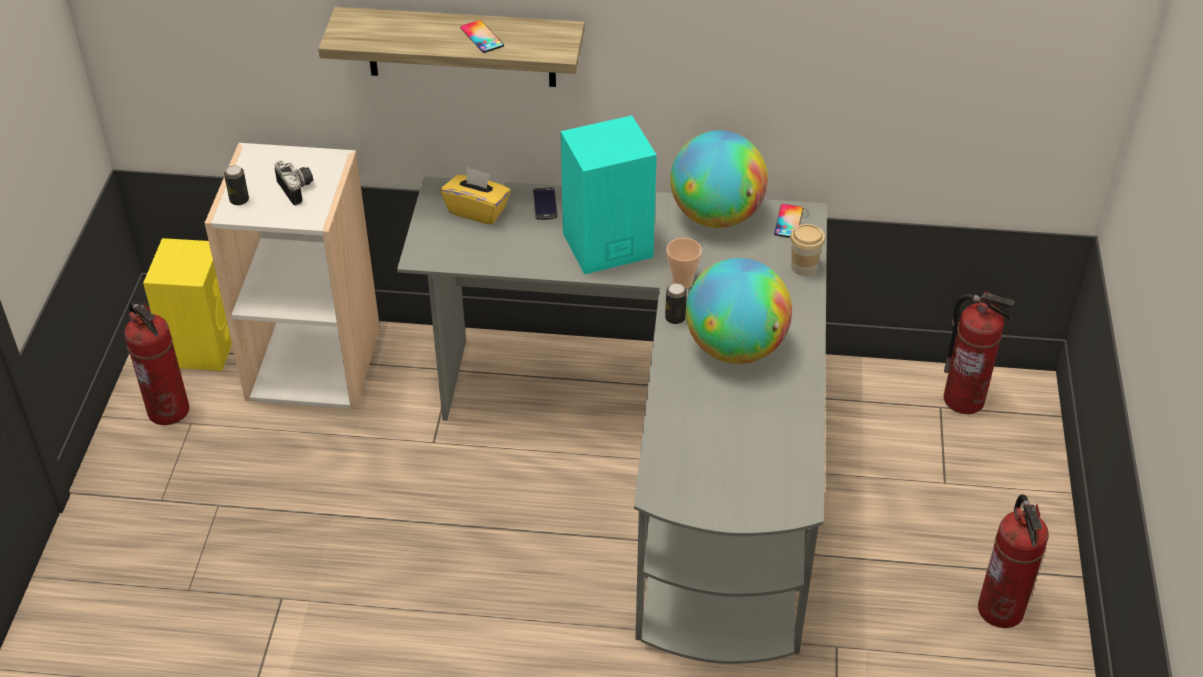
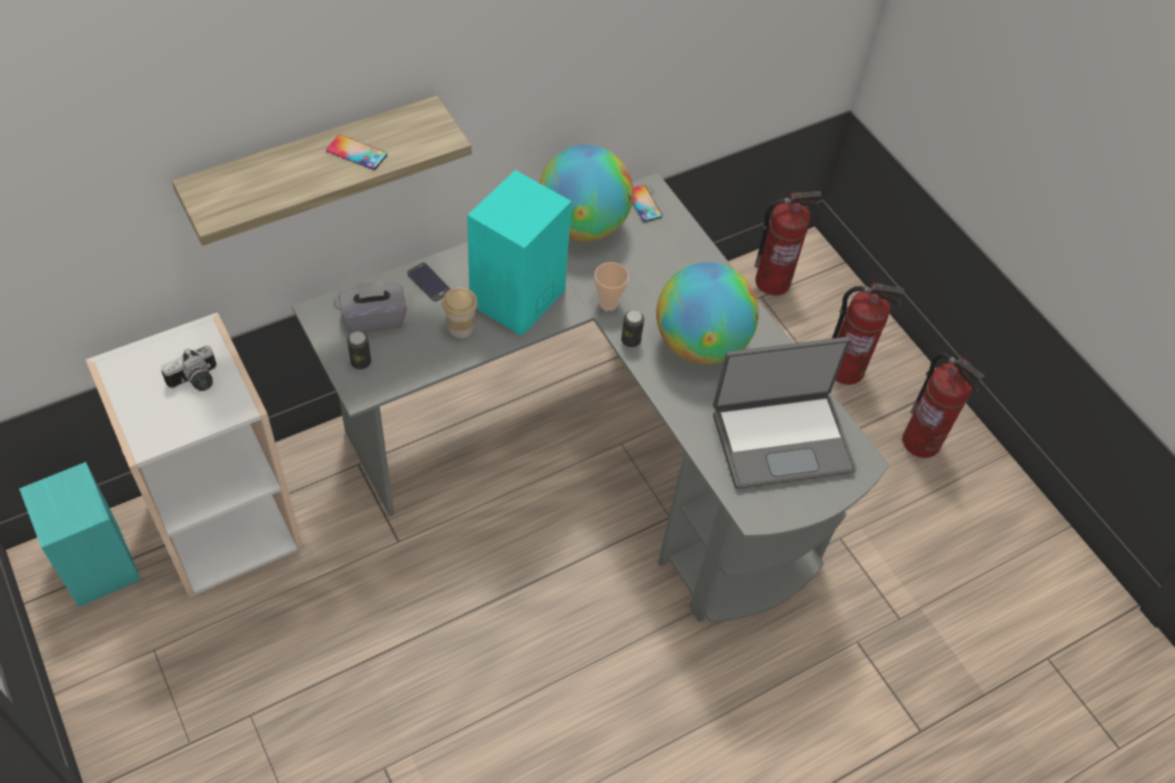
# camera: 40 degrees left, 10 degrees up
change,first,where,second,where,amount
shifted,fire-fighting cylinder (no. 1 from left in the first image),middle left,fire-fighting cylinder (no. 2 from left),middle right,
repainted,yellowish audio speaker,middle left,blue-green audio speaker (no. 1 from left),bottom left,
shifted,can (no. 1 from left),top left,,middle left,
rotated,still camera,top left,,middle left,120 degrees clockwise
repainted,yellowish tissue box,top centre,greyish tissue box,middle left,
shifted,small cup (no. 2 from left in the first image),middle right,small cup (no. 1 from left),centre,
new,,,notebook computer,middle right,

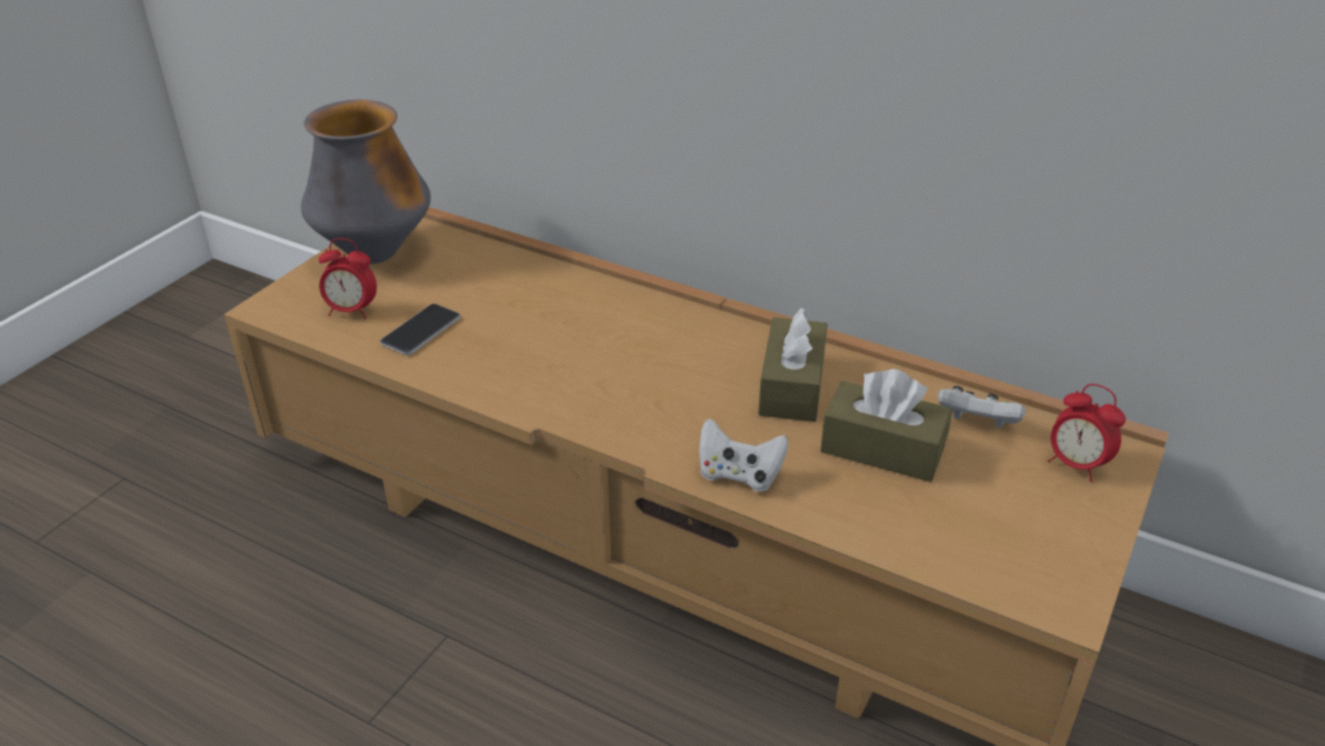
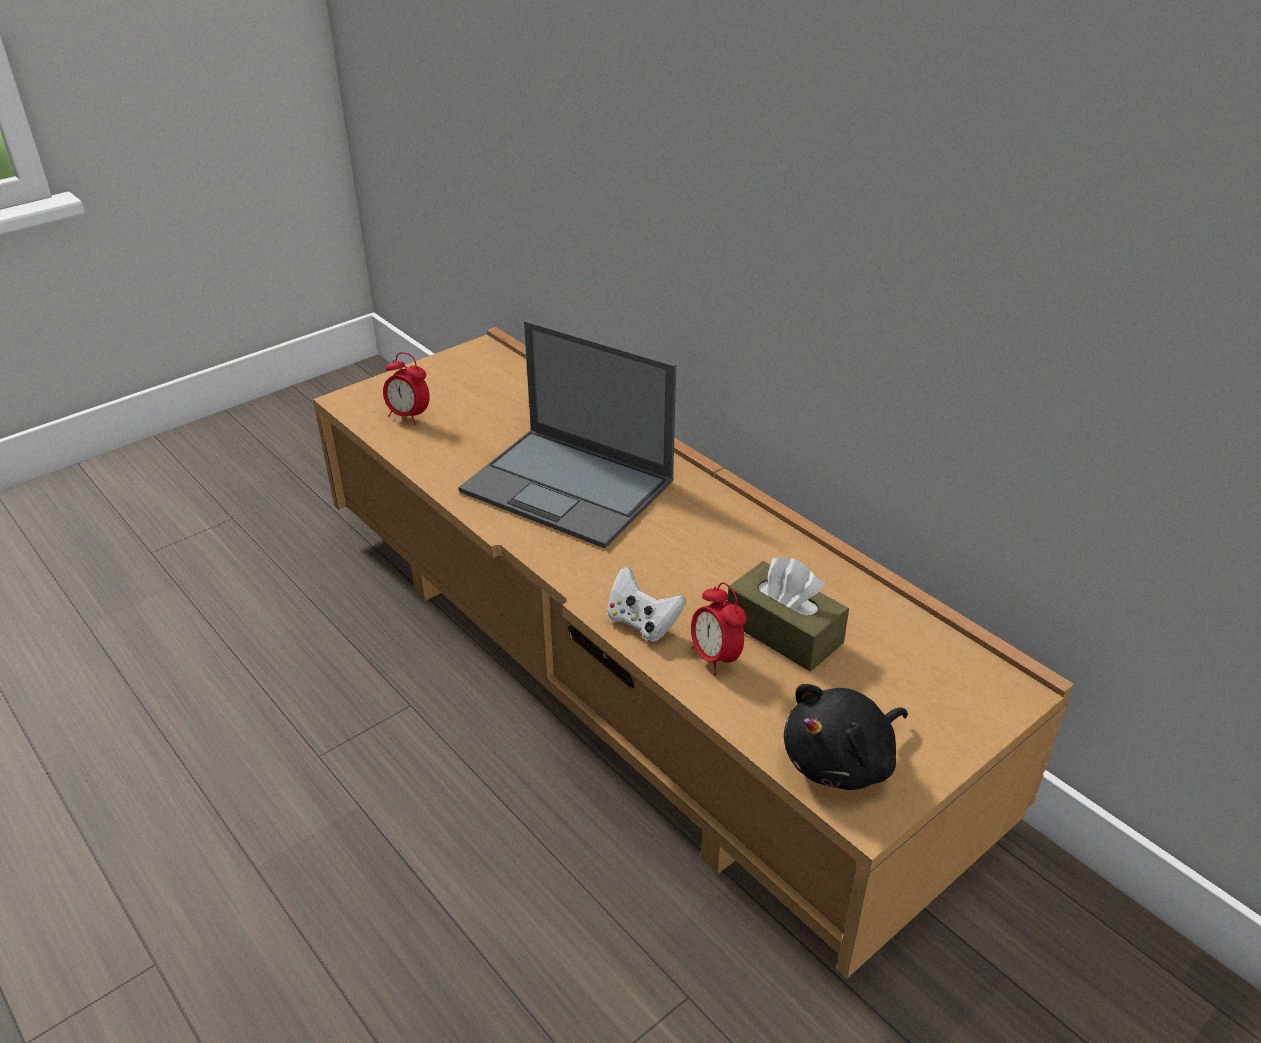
# camera: 20 degrees right, 0 degrees up
change,first,where,second,where,amount
gone,decorative vase,top left,,,
gone,telephone,middle left,,,
gone,brownish tissue box (no. 1 from left),centre,,,
gone,white-coloured game controller (no. 2 from left),middle right,,,
shifted,bedside clock (no. 2 from left),middle right,,centre,
new,,,notebook computer,centre,
new,,,black cuddly toy,bottom right,

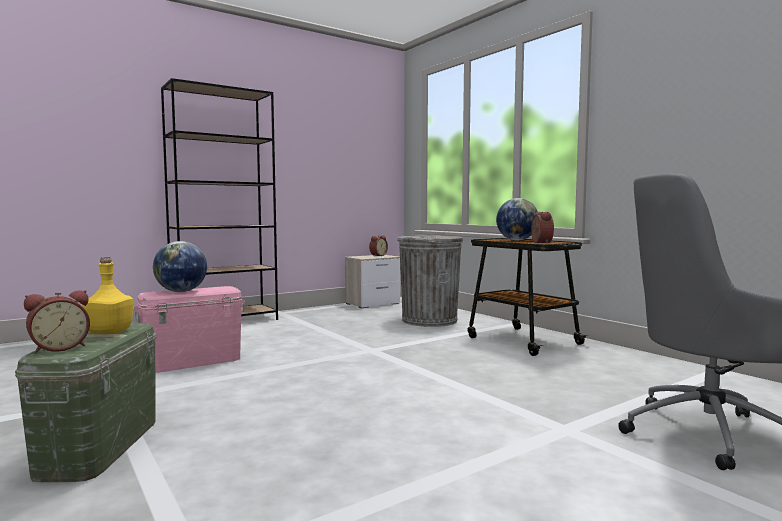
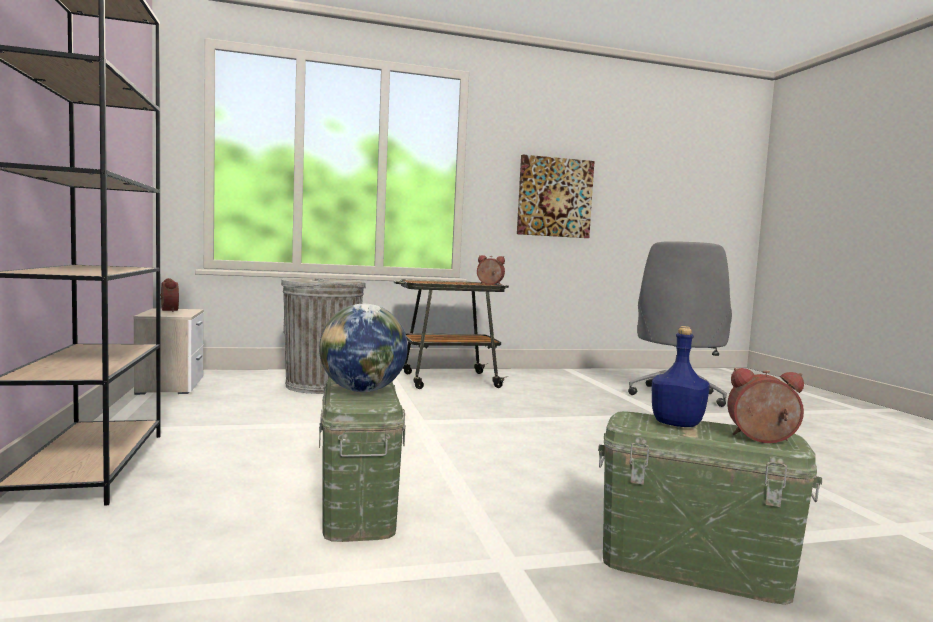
# camera: 70 degrees left, 0 degrees up
change,first,where,second,where,amount
rotated,bedside clock (no. 1 from left in the first image),middle left,bedside clock (no. 3 from left),middle right,60 degrees counterclockwise
repainted,yellowish drink bottle,middle left,blue drink bottle,middle right,
repainted,pink-coloured storage container,middle left,green storage container (no. 1 from left),bottom centre,
gone,desk globe (no. 2 from left),centre,,,
new,,,picture,top centre,

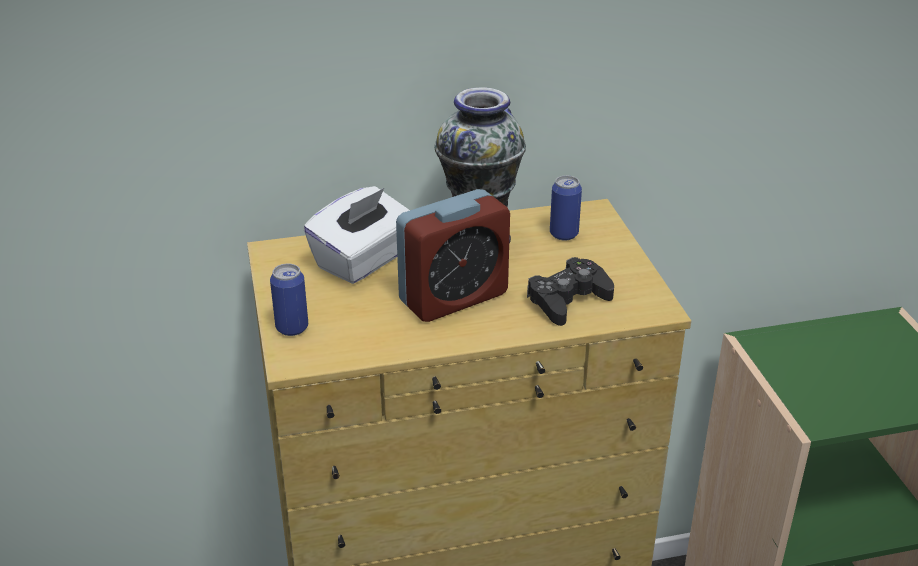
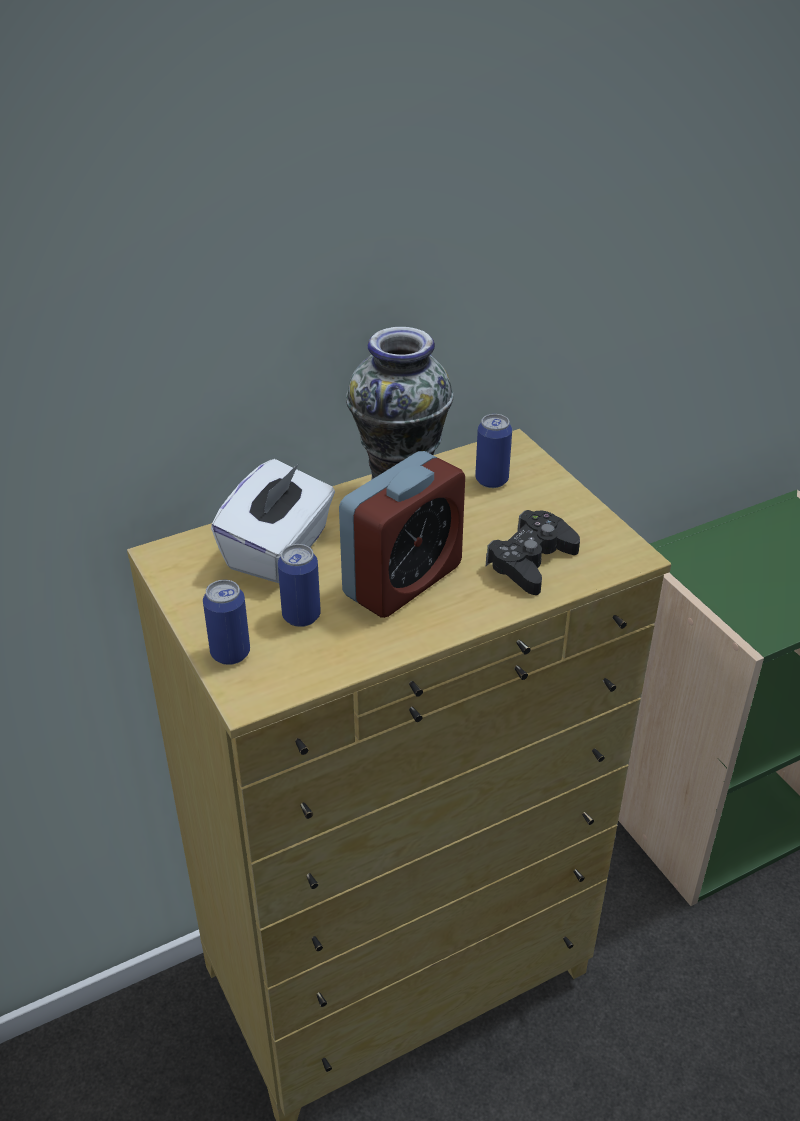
# camera: 15 degrees left, 5 degrees up
change,first,where,second,where,amount
new,,,can (no. 2 from left),centre,

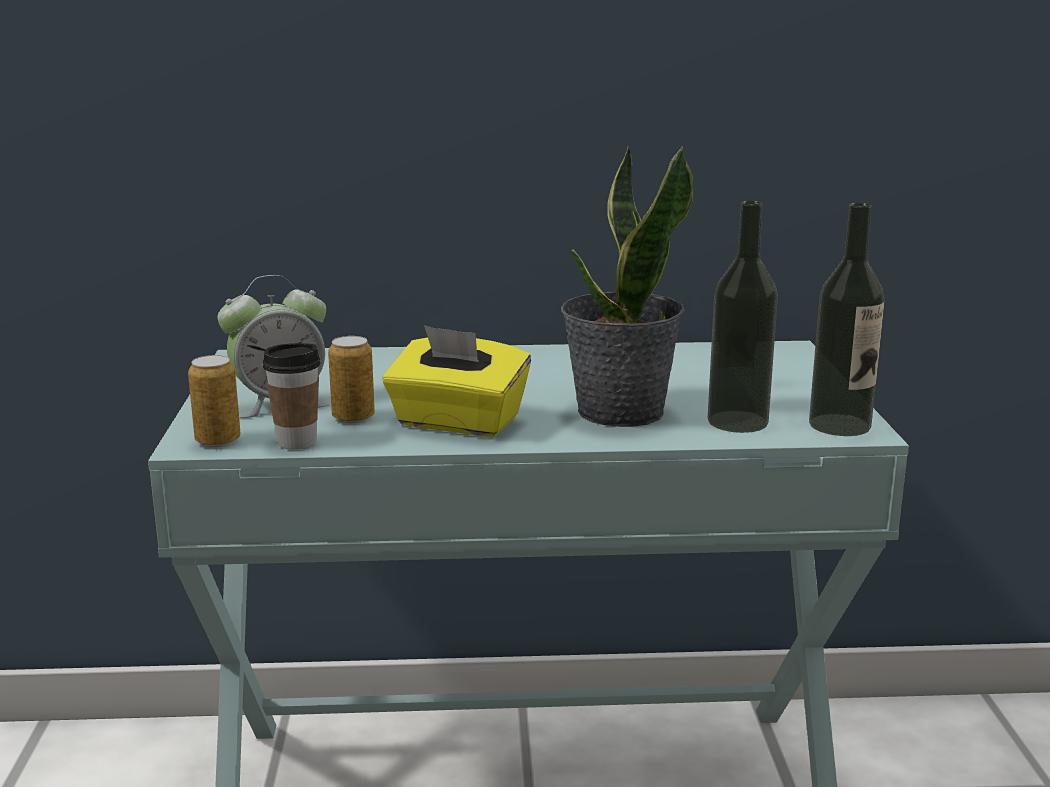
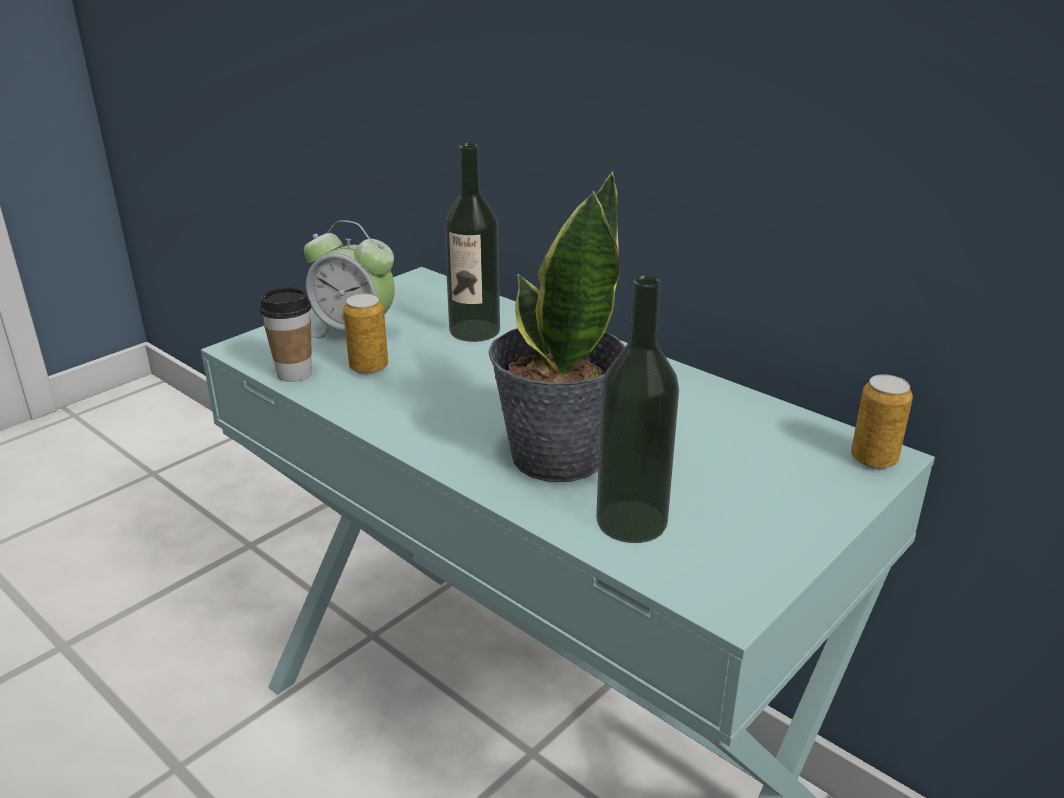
# camera: 45 degrees right, 10 degrees up
change,first,where,second,where,amount
shifted,can (no. 1 from left in the first image),middle left,can (no. 2 from left),middle right,
gone,yellowish tissue box,centre,,,
shifted,drink bottle (no. 2 from left in the first image),middle right,drink bottle (no. 1 from left),top centre,

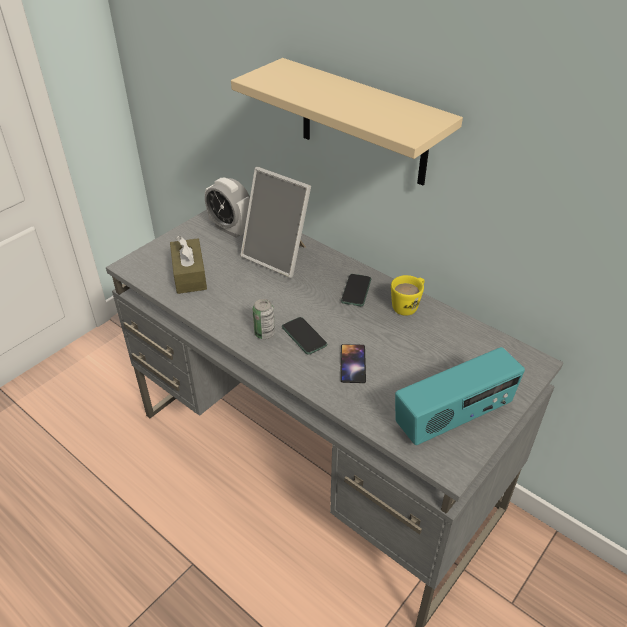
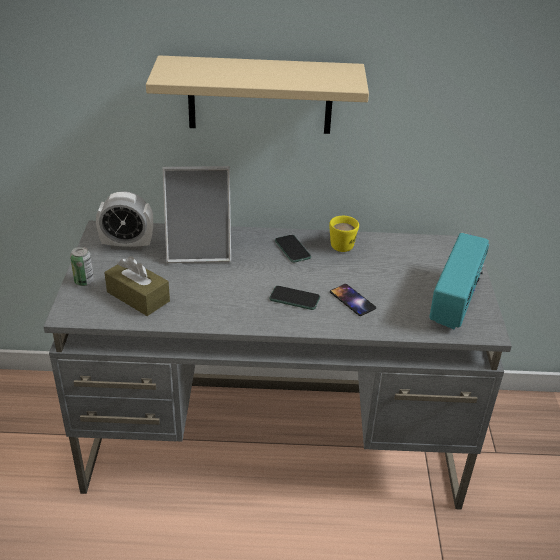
# camera: 40 degrees left, 5 degrees down
change,first,where,second,where,amount
shifted,can,centre,,middle left,

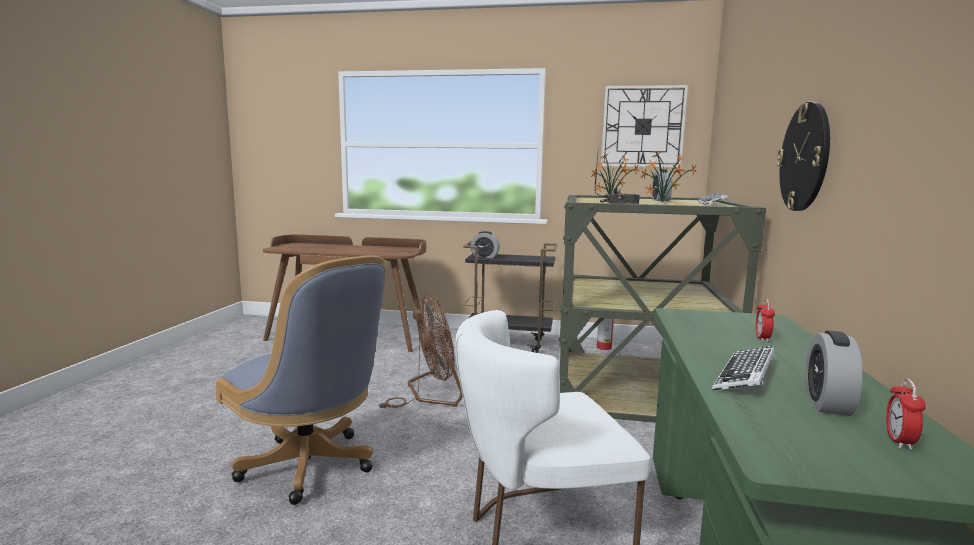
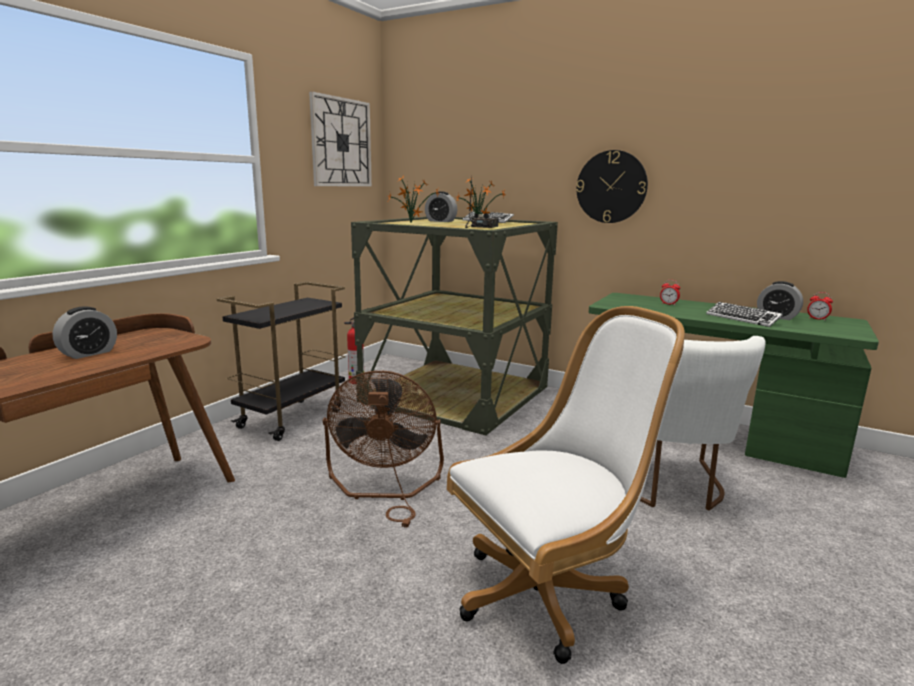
# camera: 70 degrees left, 5 degrees up
change,first,where,second,where,amount
repainted,blue desk chair,bottom left,white-coloured desk chair,bottom centre,
shifted,bedside clock (no. 1 from left),centre,,middle left,

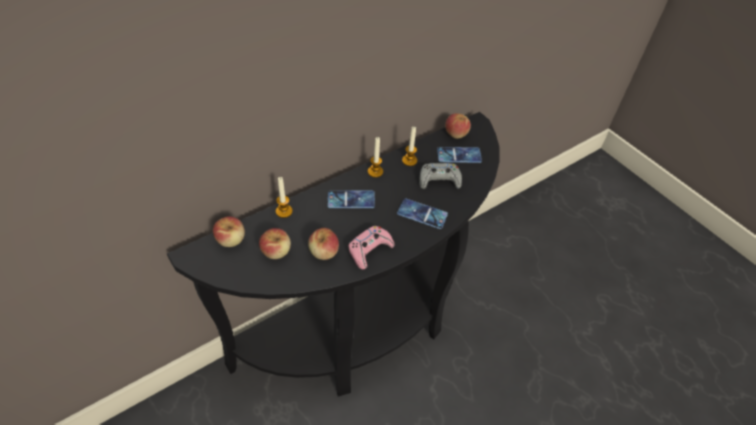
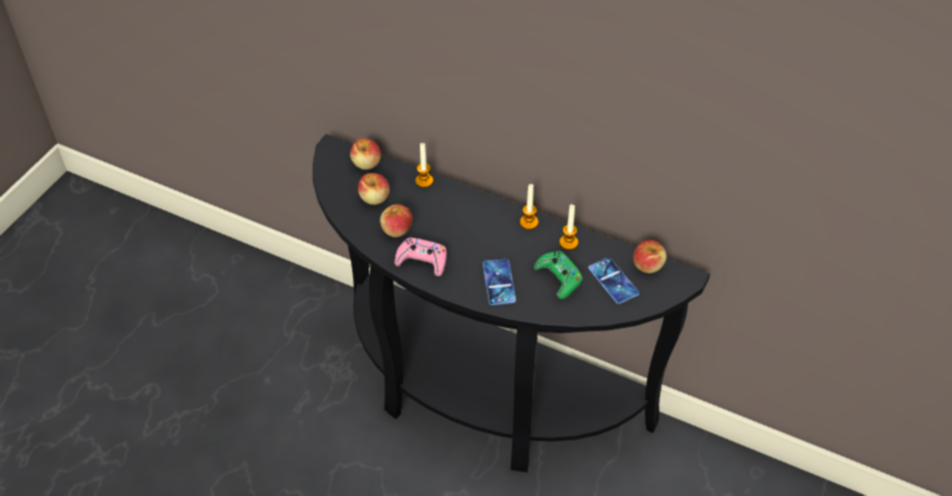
# camera: 65 degrees right, 0 degrees up
change,first,where,second,where,amount
gone,telephone (no. 1 from left),centre,,,
repainted,greyish game controller,centre,green game controller,centre,

